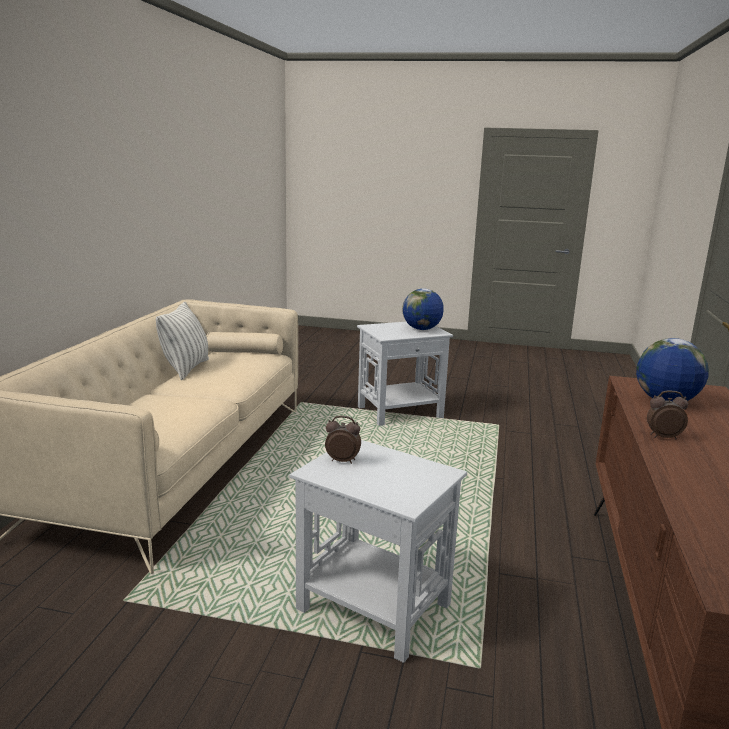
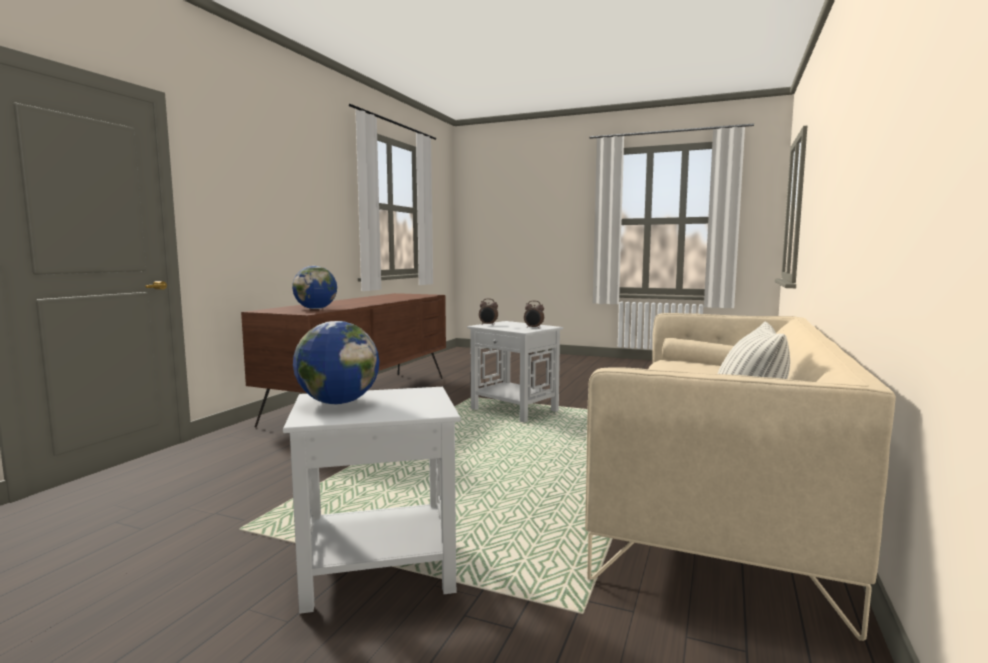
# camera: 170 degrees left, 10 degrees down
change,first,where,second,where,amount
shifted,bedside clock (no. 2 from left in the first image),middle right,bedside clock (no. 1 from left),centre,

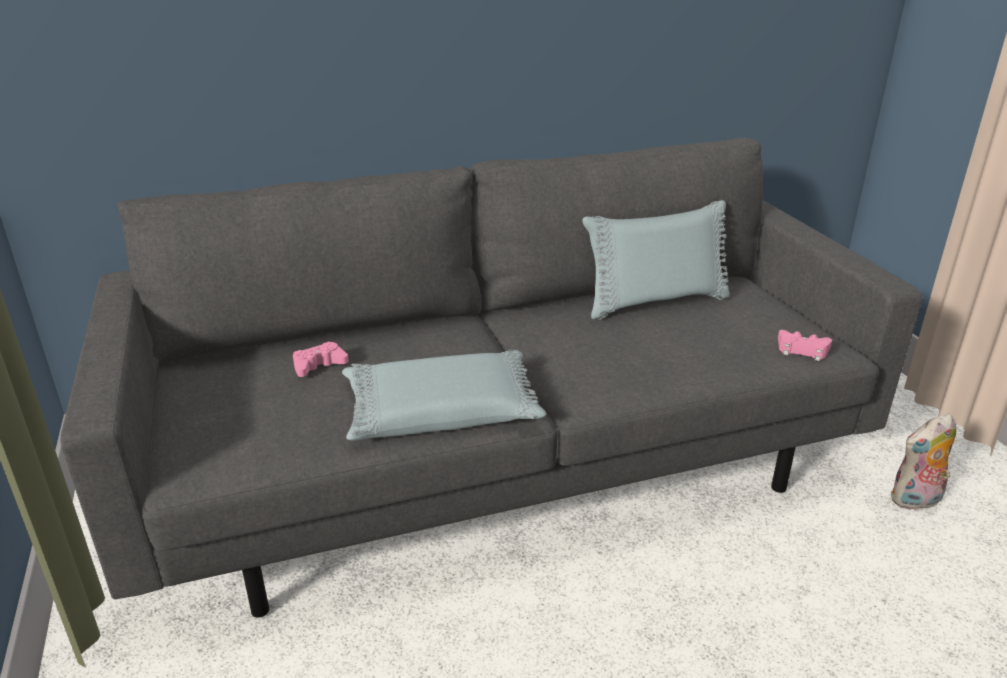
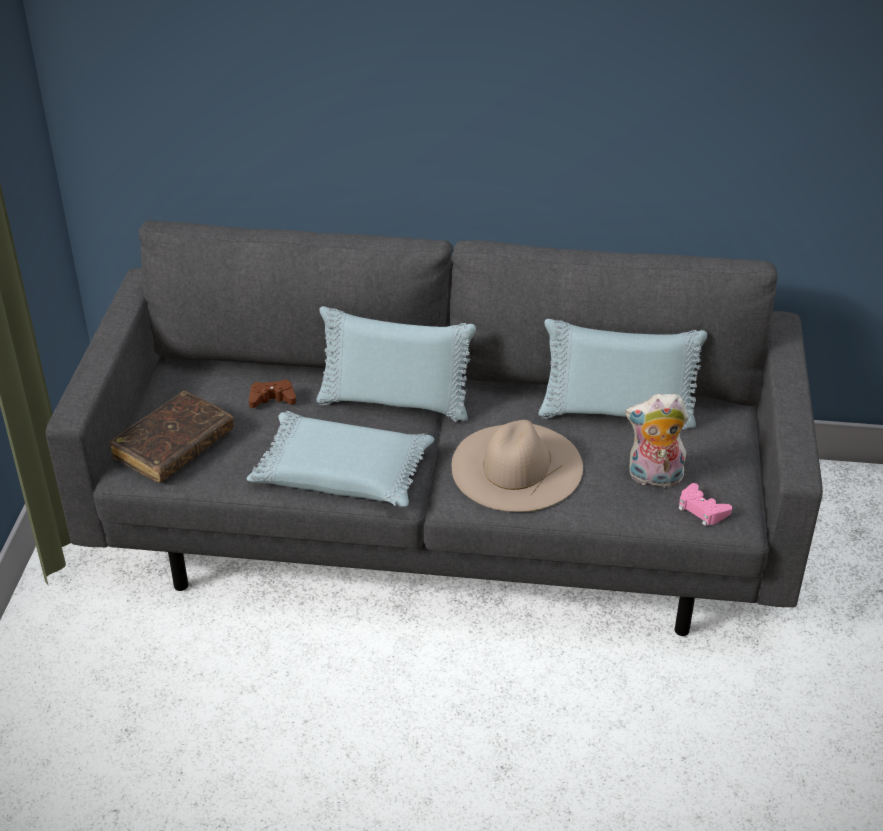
# camera: 25 degrees right, 10 degrees up
change,first,where,second,where,amount
repainted,pink-coloured game controller (no. 1 from left),middle left,brownish game controller,middle left,
shifted,cuddly toy,bottom right,,middle right,
new,,,brownish book,middle left,
new,,,blue pillow (no. 2 from left),centre,
new,,,sand-coloured clothing hat,centre,

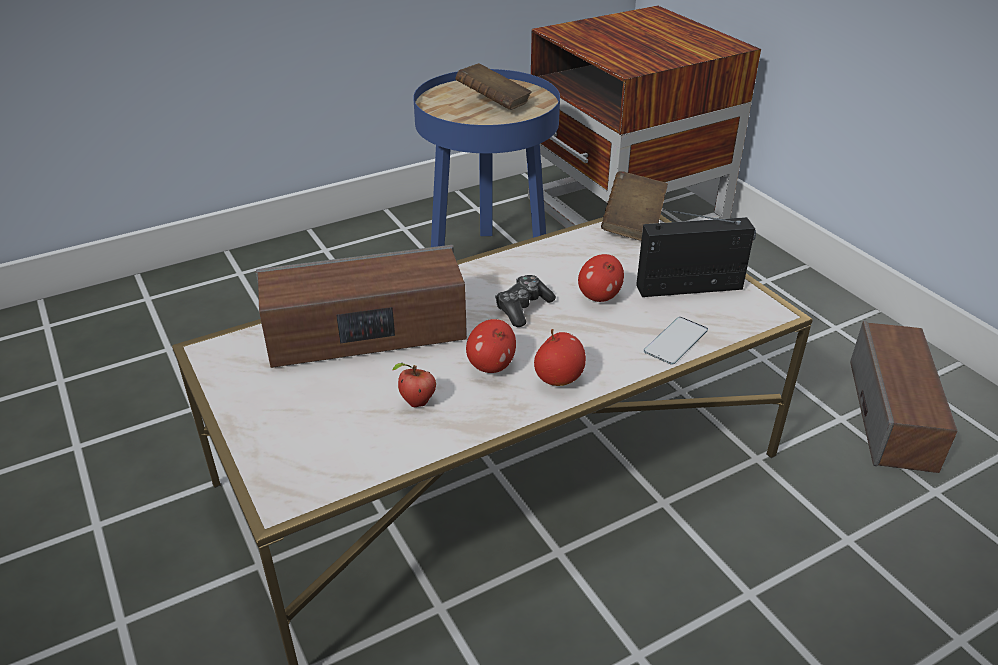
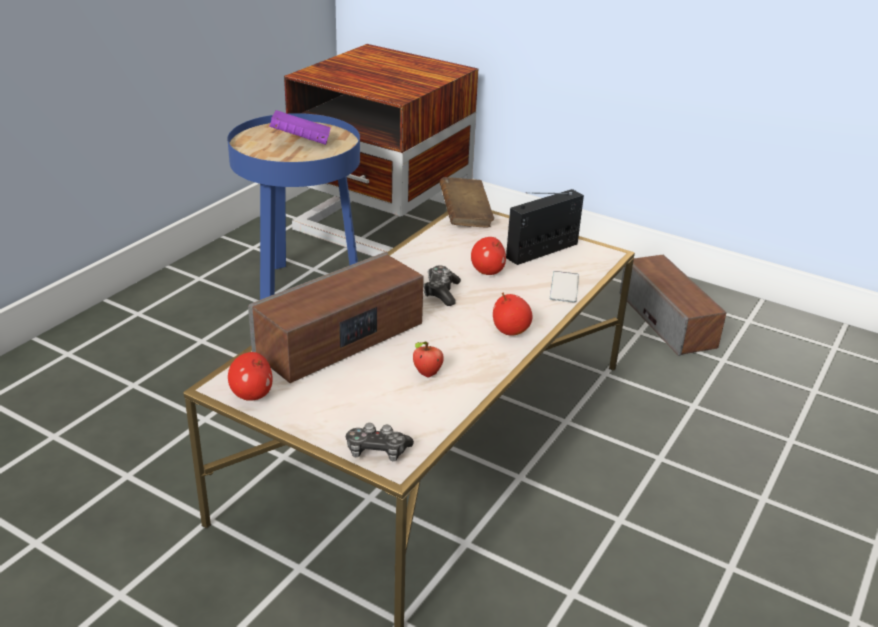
# camera: 30 degrees left, 5 degrees down
change,first,where,second,where,amount
repainted,brownish book (no. 1 from left),top centre,purple book,top centre,
shifted,apple (no. 2 from left in the first image),centre,apple (no. 1 from left),middle left,
new,,,game controller (no. 1 from left),bottom centre,

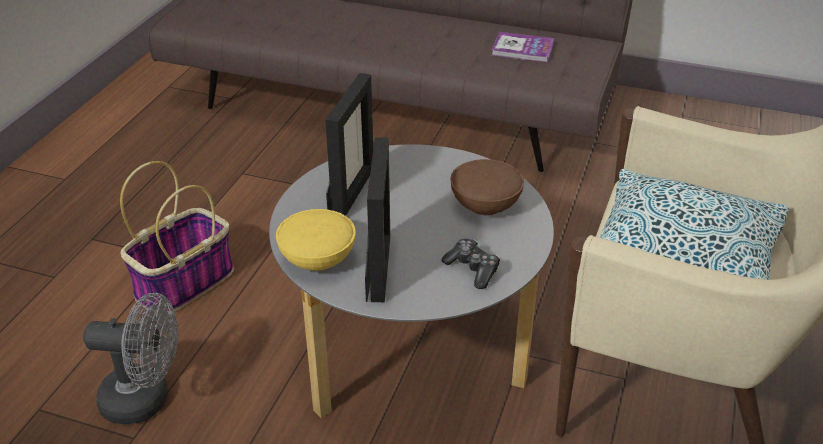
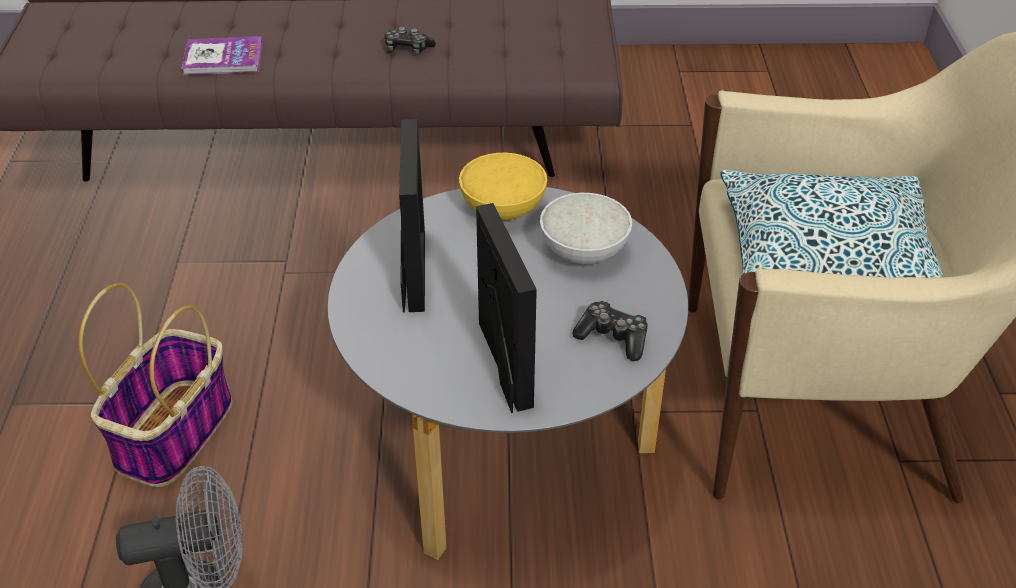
# camera: 20 degrees left, 5 degrees up
change,first,where,second,where,amount
shifted,yellowish bowl,centre,,top centre,
repainted,brownish bowl,centre,white-coloured bowl,centre,
shifted,book,top centre,,top left,
new,,,game controller (no. 1 from left),top centre,

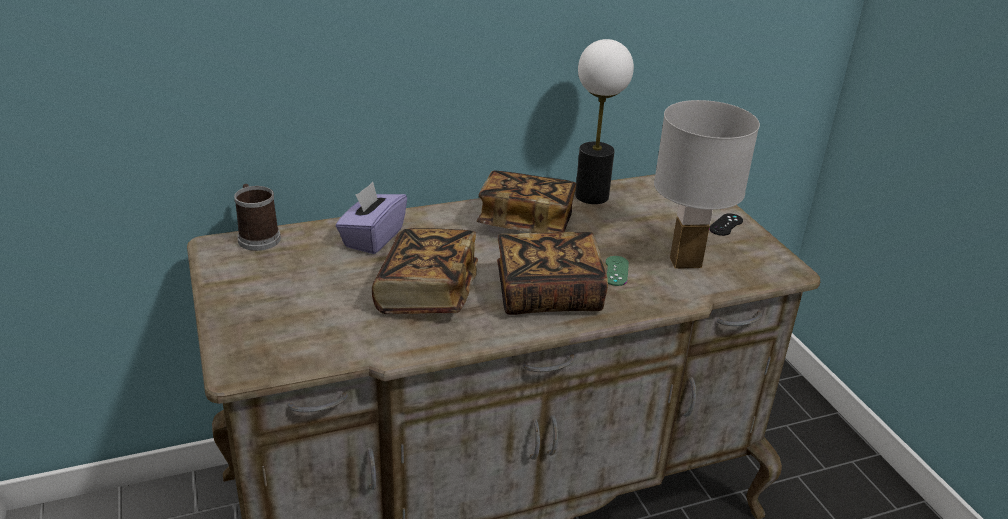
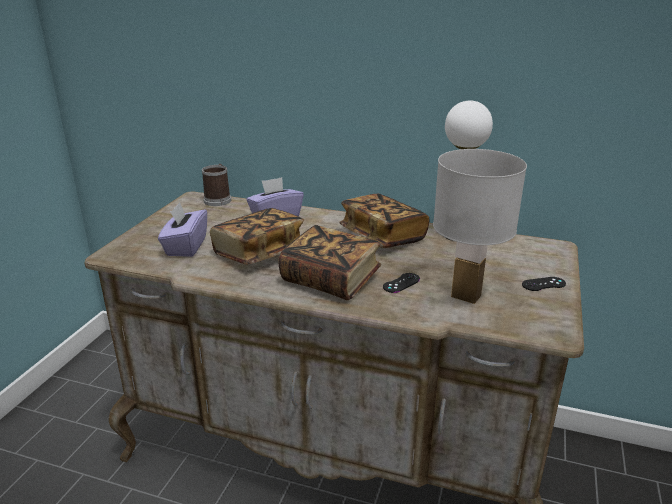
# camera: 40 degrees right, 5 degrees down
change,first,where,second,where,amount
repainted,green game controller,centre,black game controller (no. 1 from left),centre,
new,,,purple tissue box (no. 1 from left),middle left,

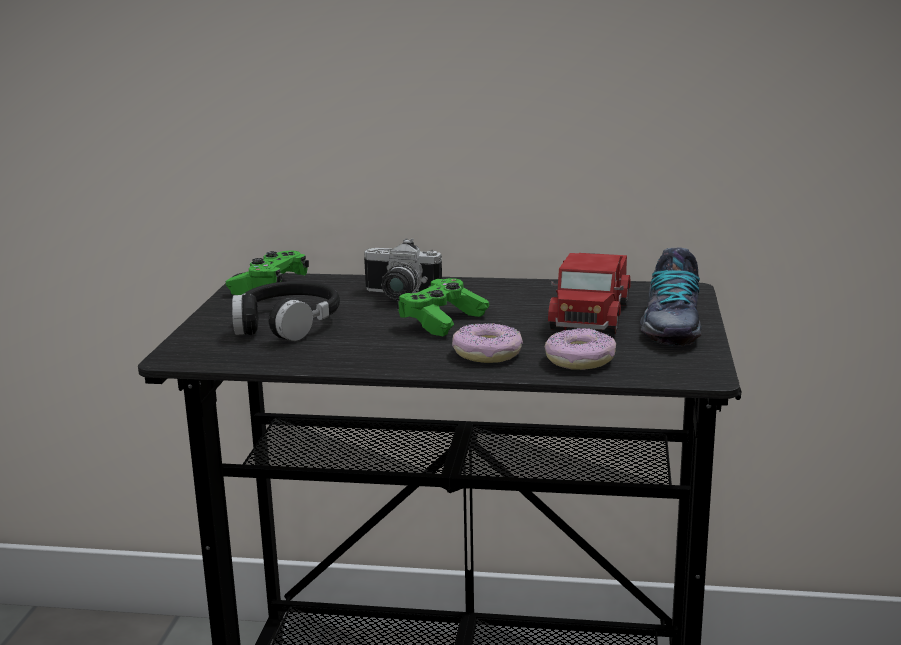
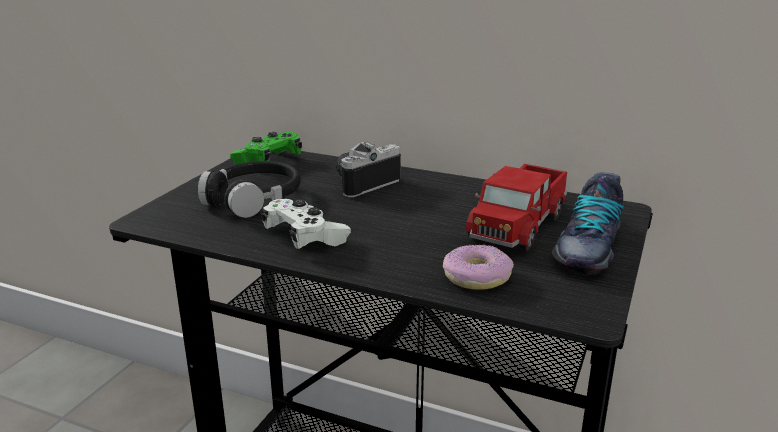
# camera: 15 degrees right, 5 degrees up
change,first,where,second,where,amount
rotated,still camera,centre,,centre,105 degrees clockwise
gone,green game controller (no. 2 from left),centre,,,
gone,doughnut (no. 1 from left),centre,,,
new,,,white-coloured game controller,centre,

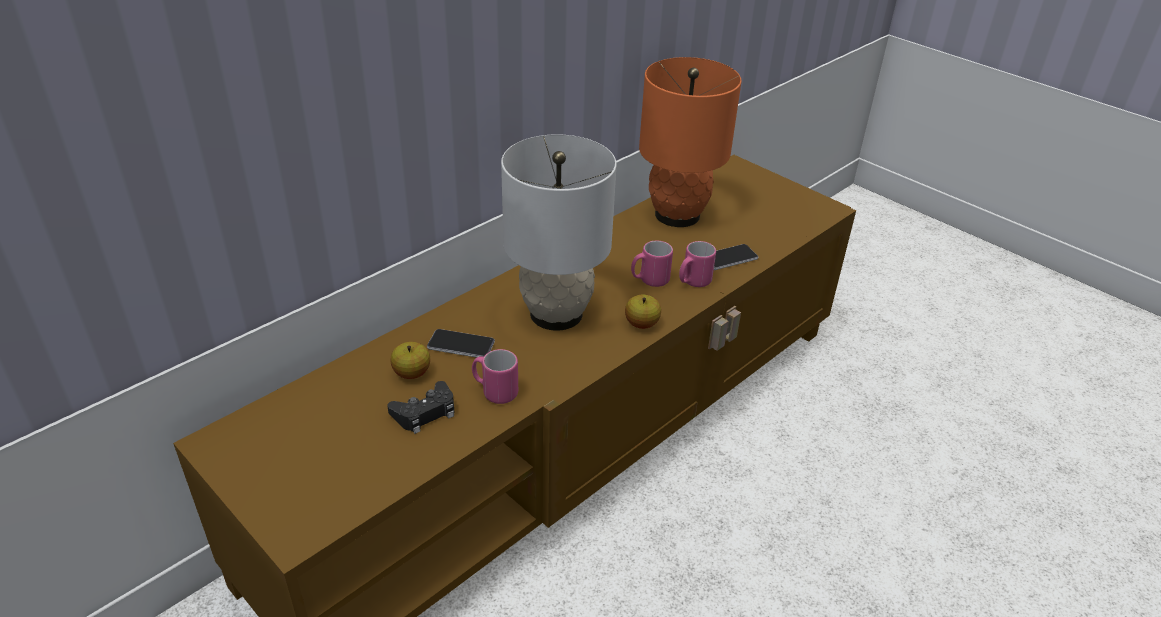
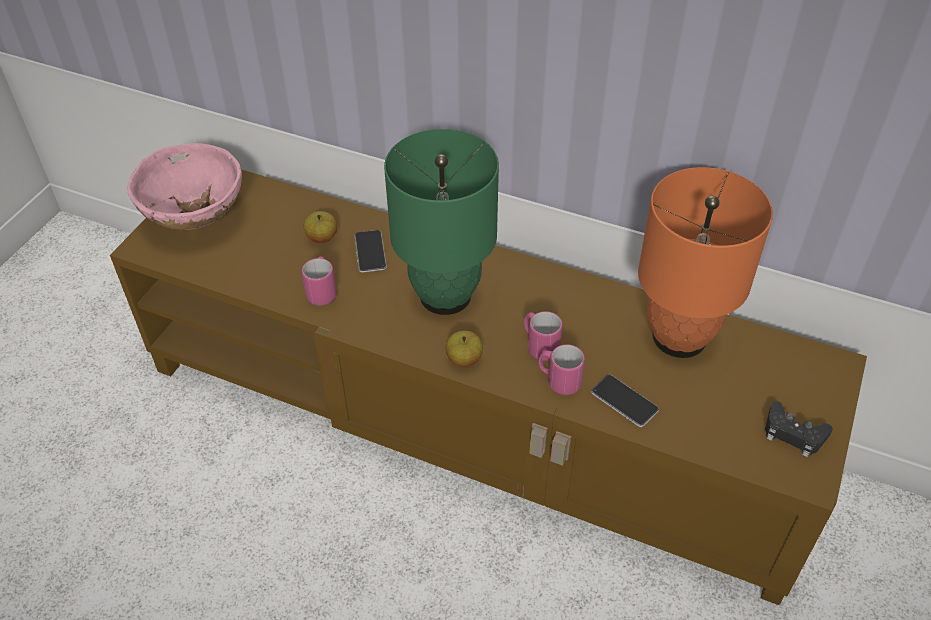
# camera: 70 degrees right, 10 degrees up
change,first,where,second,where,amount
shifted,black game controller,centre,,bottom right,
repainted,white-coloured table lamp,centre,green table lamp,centre,
new,,,pink-coloured bowl,top left,

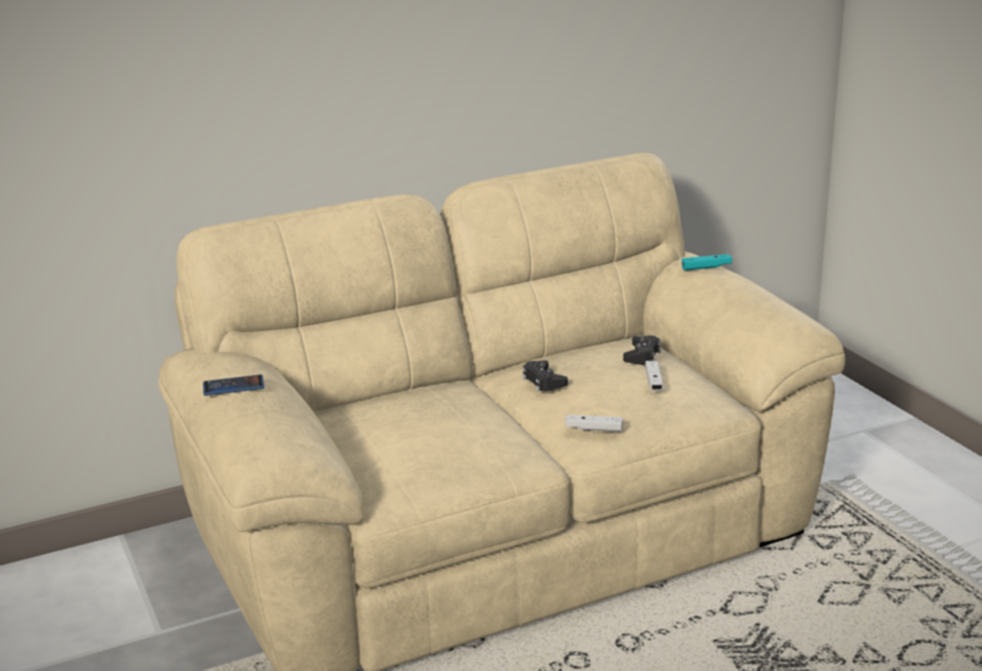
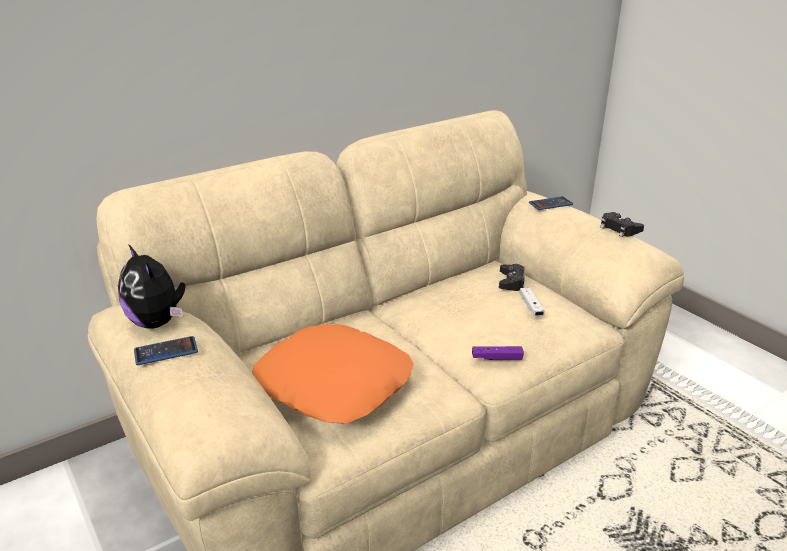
# camera: 10 degrees left, 5 degrees up
change,first,where,second,where,amount
shifted,black game controller (no. 1 from left in the first image),centre,black game controller (no. 2 from left),middle right,
repainted,white-coloured game controller (no. 1 from left),centre,purple game controller,centre,
swapped,blue-green game controller,middle right,telephone (no. 2 from left),middle right,
new,,,cuddly toy,middle left,
new,,,orange pillow,bottom centre,

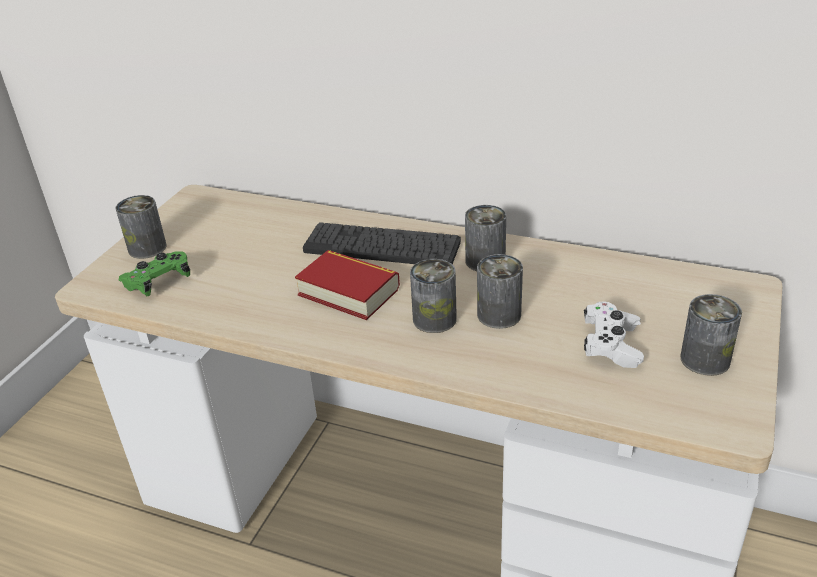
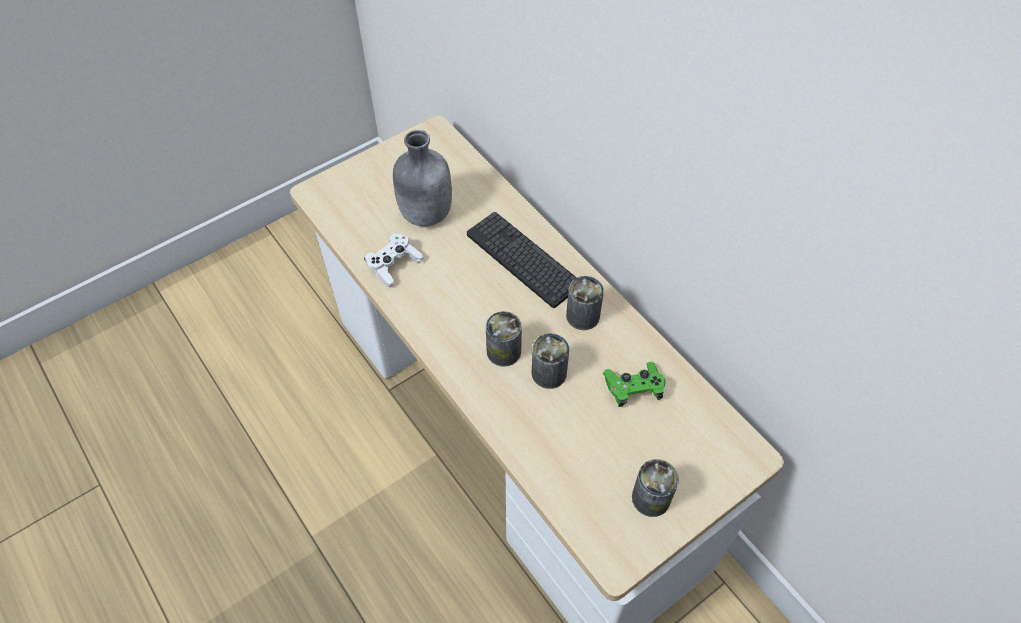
# camera: 30 degrees right, 20 degrees up
change,first,where,second,where,amount
gone,can (no. 1 from left),middle left,,,
shifted,green game controller,middle left,,centre,
gone,book,centre,,,
shifted,white-coloured game controller,middle right,,centre,
new,,,greyish drink bottle,top centre,

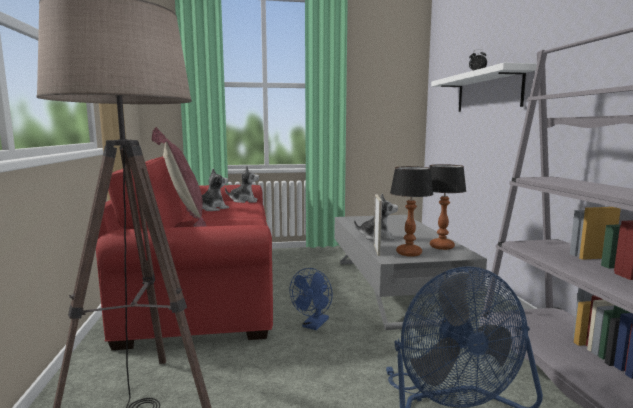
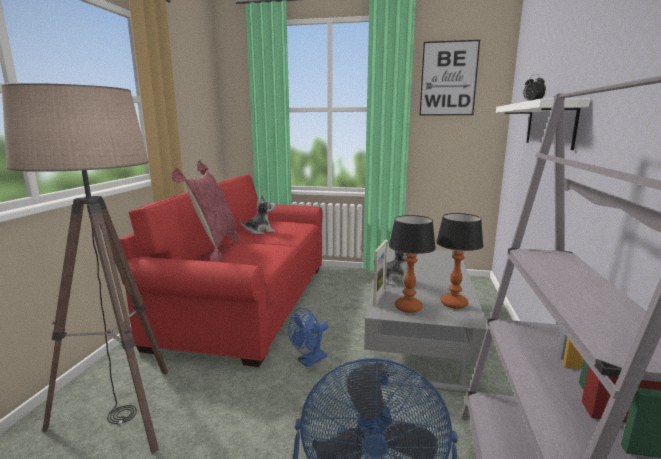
# camera: 20 degrees right, 5 degrees up
change,first,where,second,where,amount
gone,cuddly toy (no. 2 from left),centre,,,
new,,,picture,top right,

